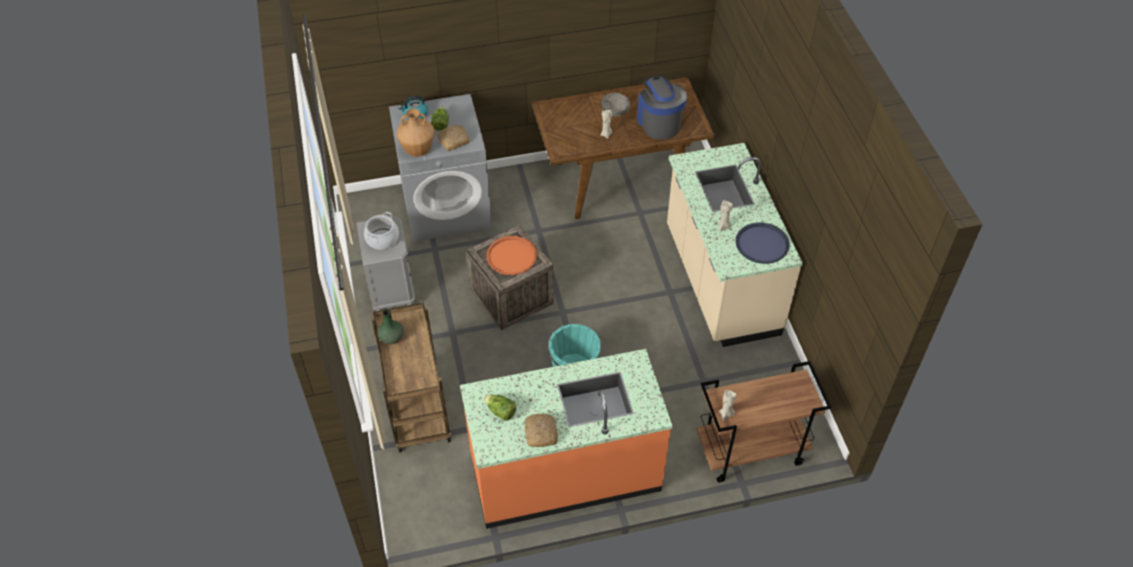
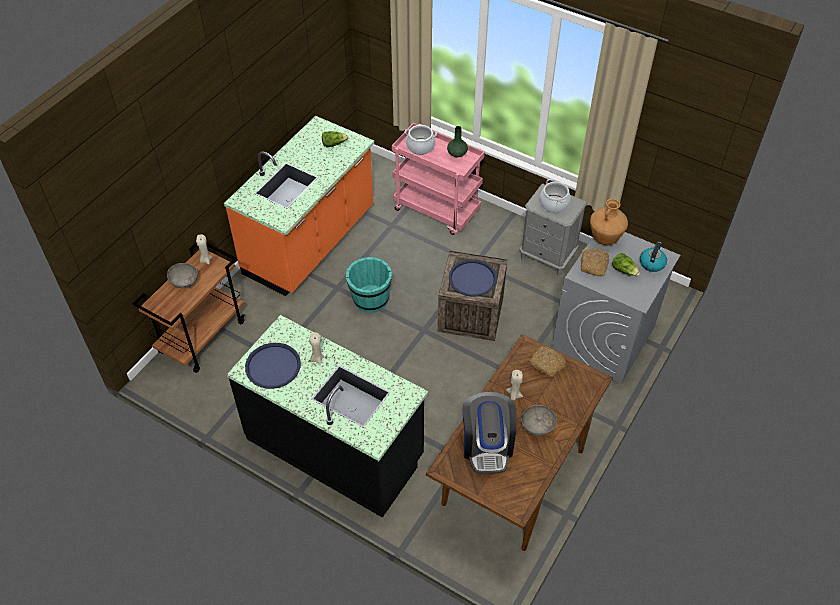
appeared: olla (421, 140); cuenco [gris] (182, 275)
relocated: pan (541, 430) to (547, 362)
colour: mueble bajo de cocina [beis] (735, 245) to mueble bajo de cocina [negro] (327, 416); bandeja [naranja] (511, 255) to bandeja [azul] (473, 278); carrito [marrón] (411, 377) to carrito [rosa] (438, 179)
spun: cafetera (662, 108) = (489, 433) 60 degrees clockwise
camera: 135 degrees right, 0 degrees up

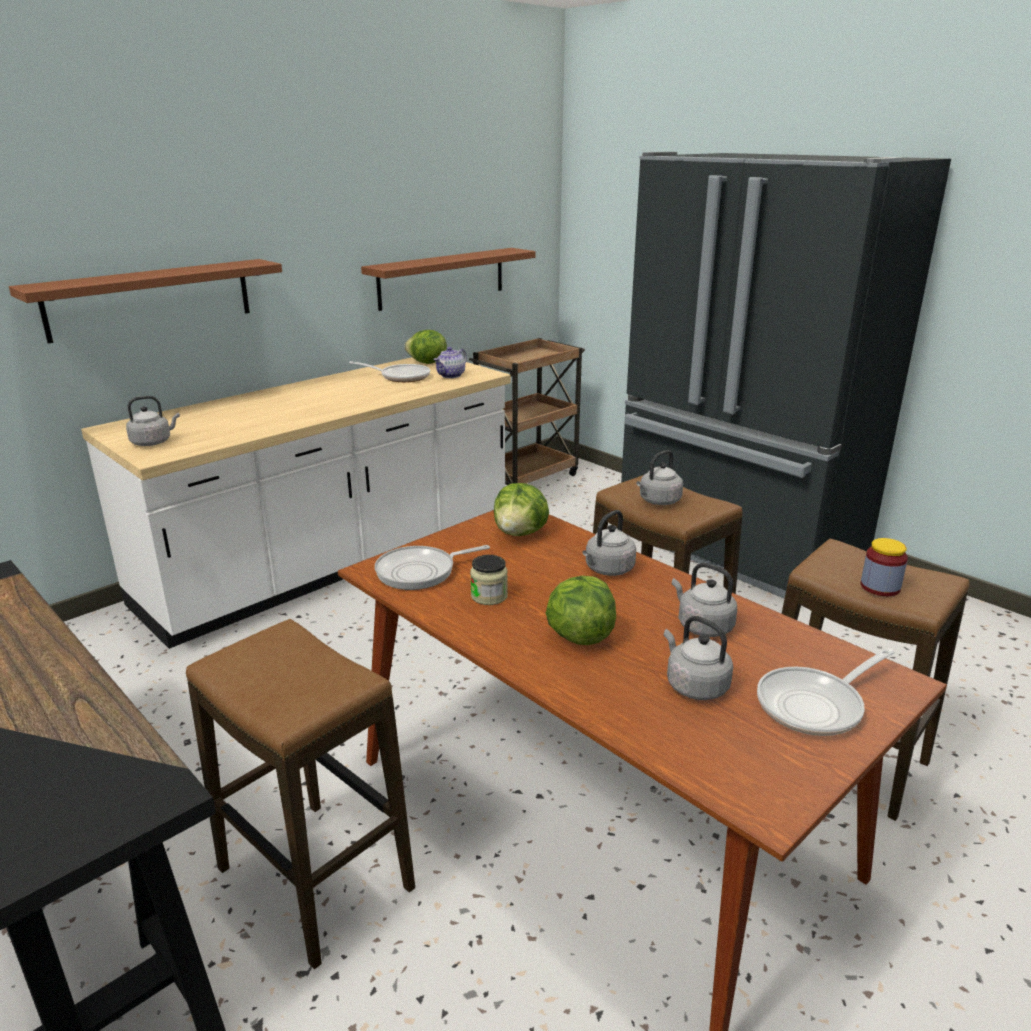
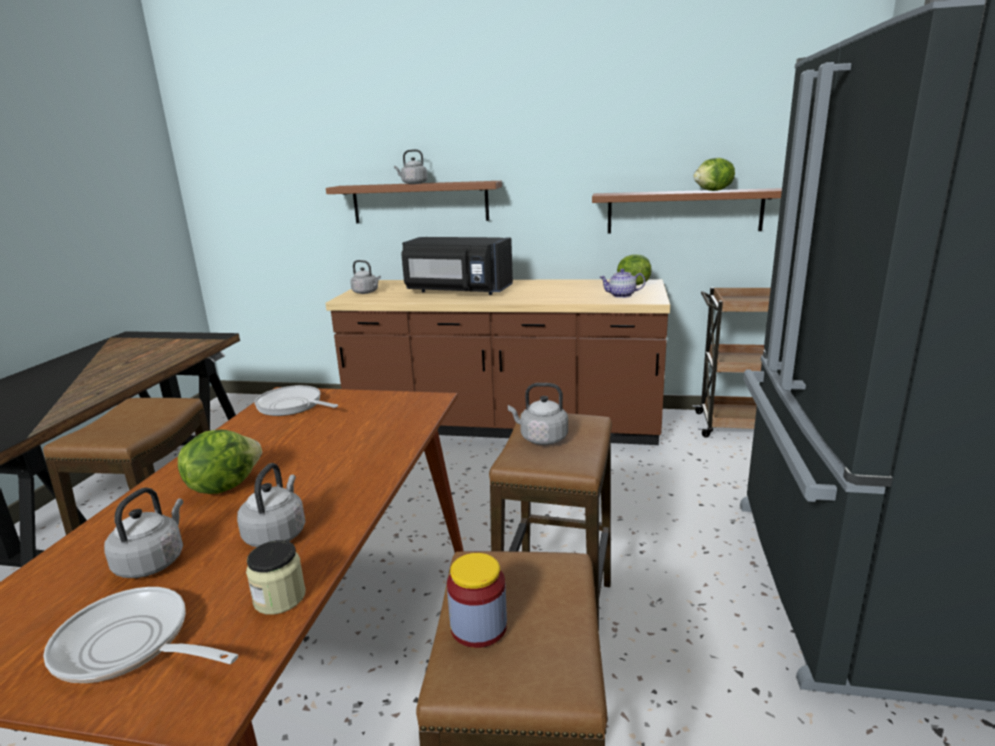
missing: sartén (389, 371)
appeared: microondas [negro] (457, 266)
relocated: lechuga (521, 509) to (714, 174); hervidor [gris] (609, 543) to (411, 166); tarro (489, 580) to (276, 577)
colour: mueble bajo de cocina [blanco] (296, 503) to mueble bajo de cocina [marrón] (497, 362)
camera: 55 degrees right, 5 degrees down

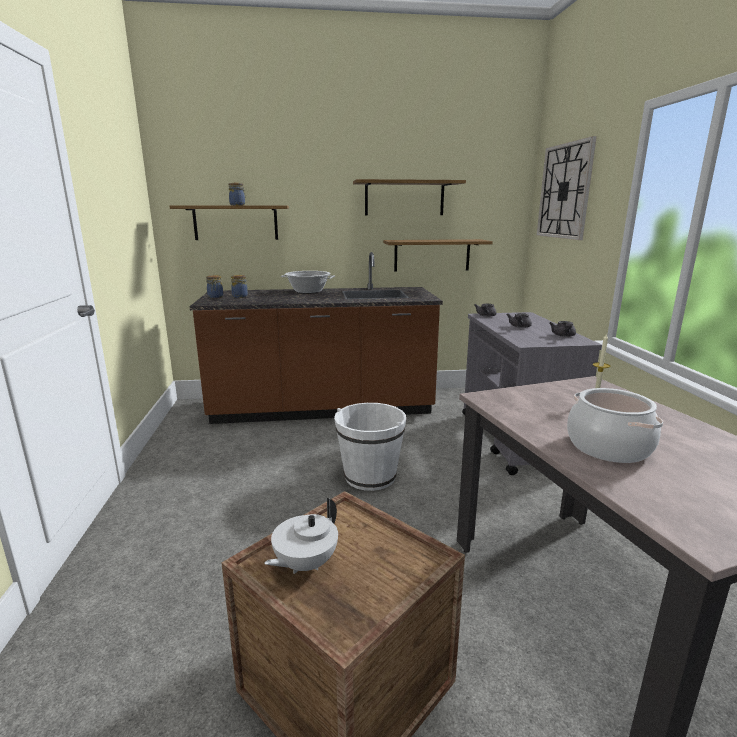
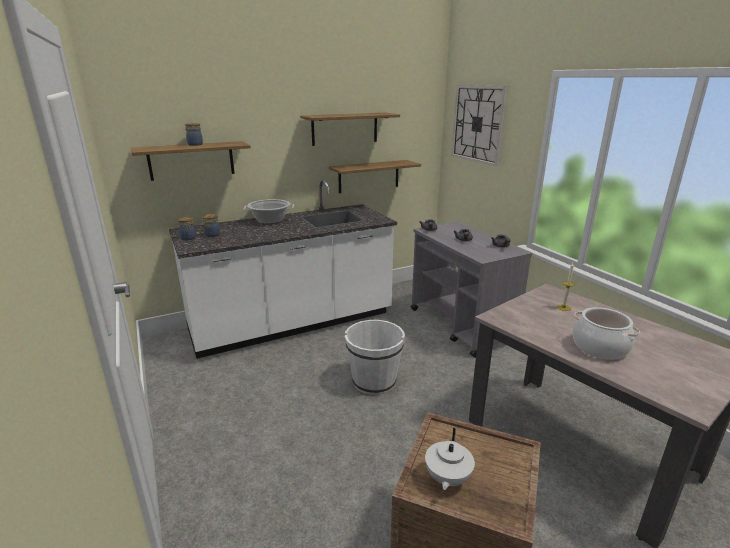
colour: mueble bajo de cocina [marrón] (316, 338) to mueble bajo de cocina [blanco] (283, 269)
camera: 20 degrees left, 5 degrees up

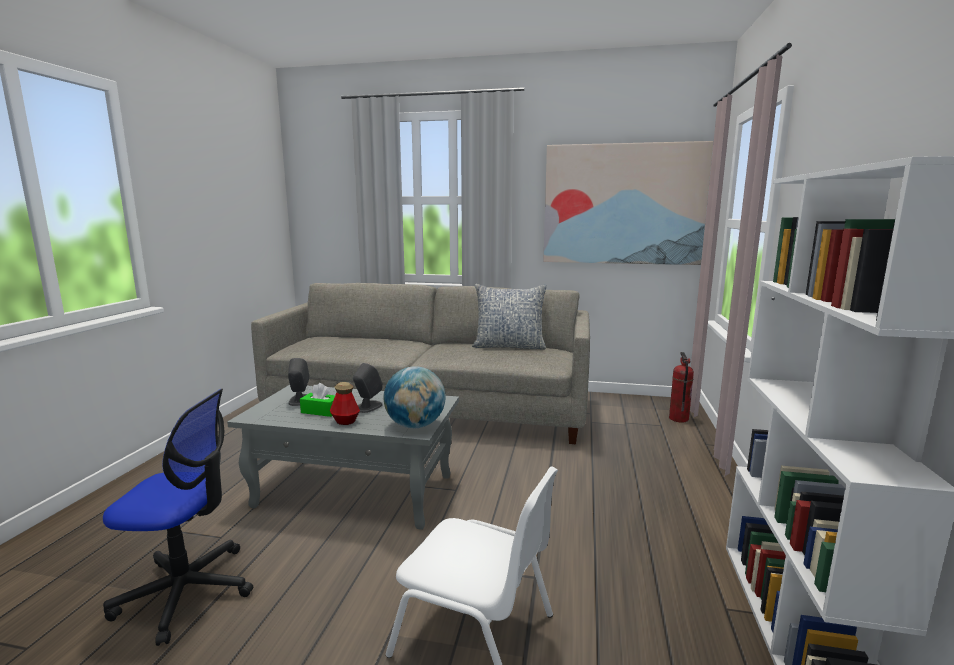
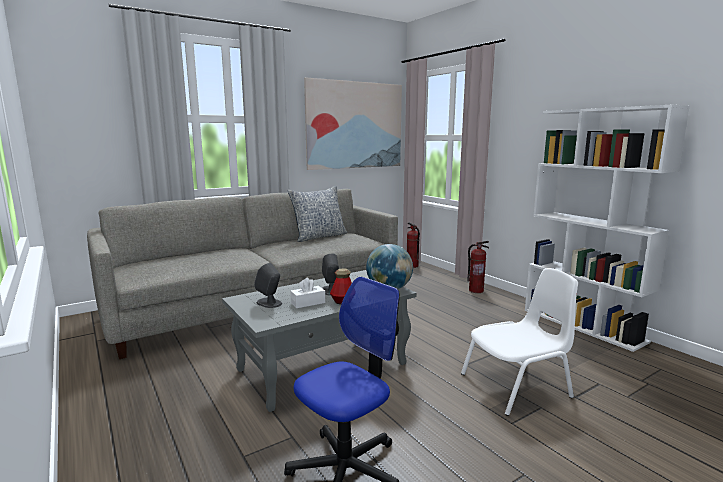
appeared: extintor (478, 267)
colour: caja de pañuelos [verde] (317, 400) to caja de pañuelos [blanco] (307, 293)
camera: 45 degrees left, 0 degrees up

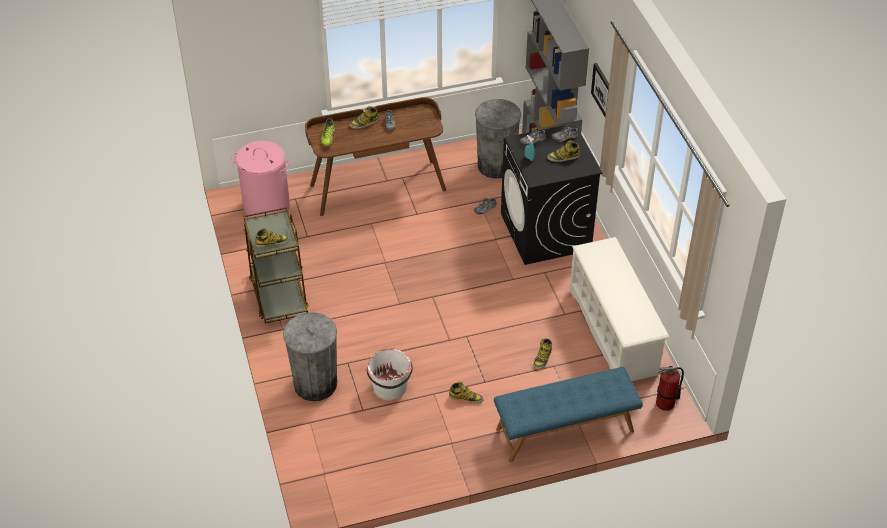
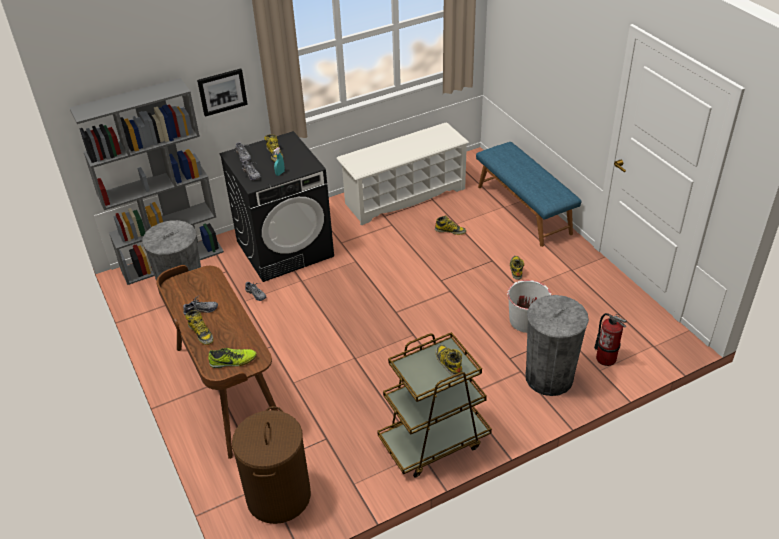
relocated: extintor (670, 388) to (610, 339)
colour: cesto de la ropa [rosa] (260, 179) to cesto de la ropa [marrón] (271, 465)
camera: 100 degrees left, 5 degrees down

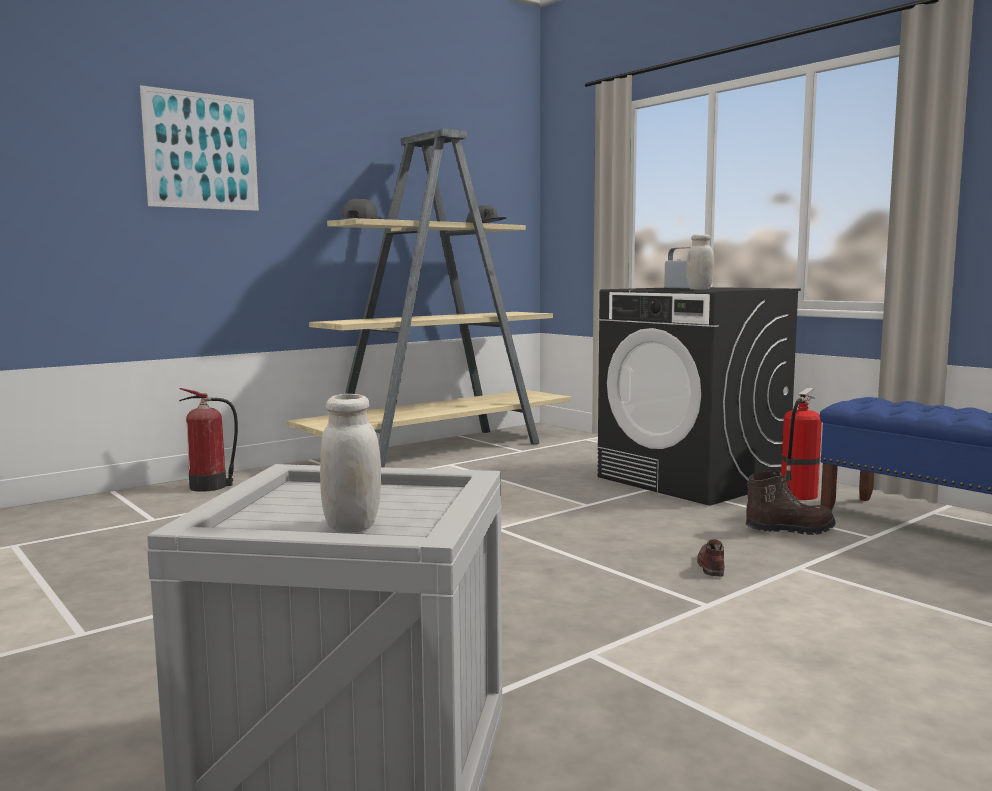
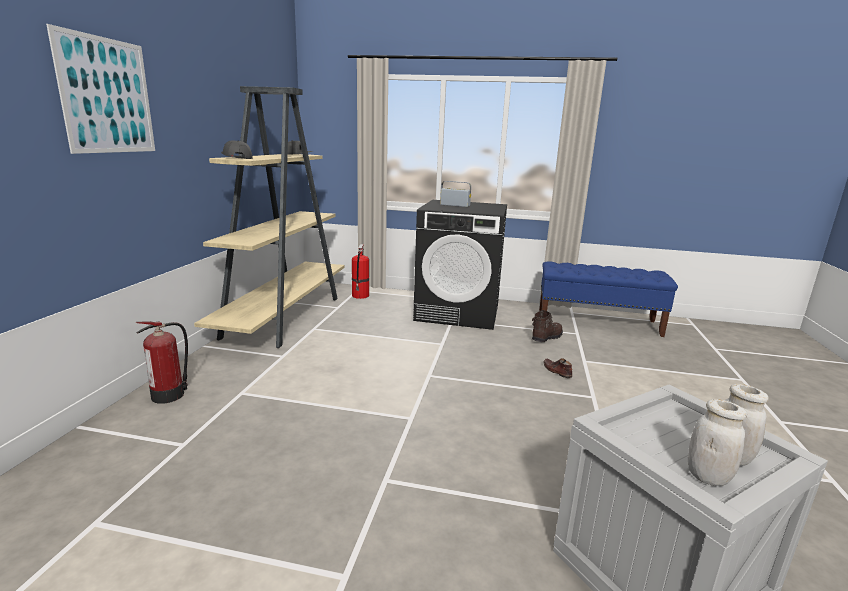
relocated: tarro [blanco] (700, 262) to (717, 442); extintor (801, 444) to (360, 271)
camera: 40 degrees left, 10 degrees up

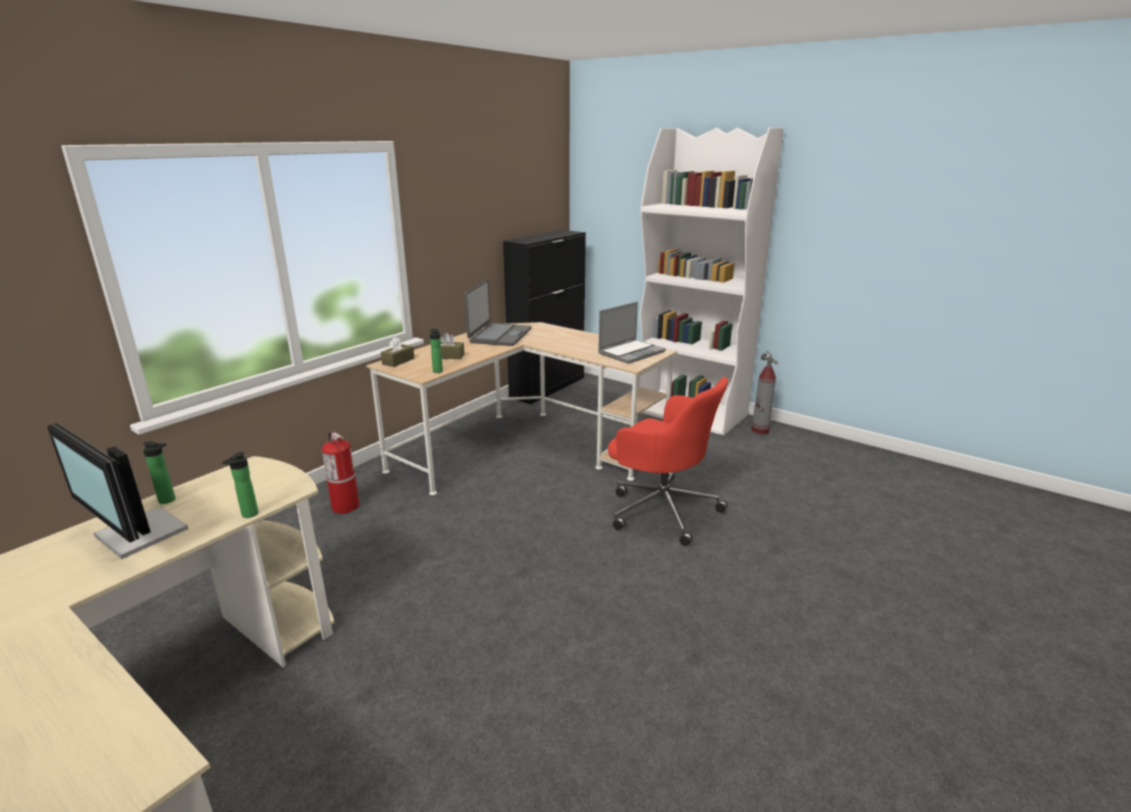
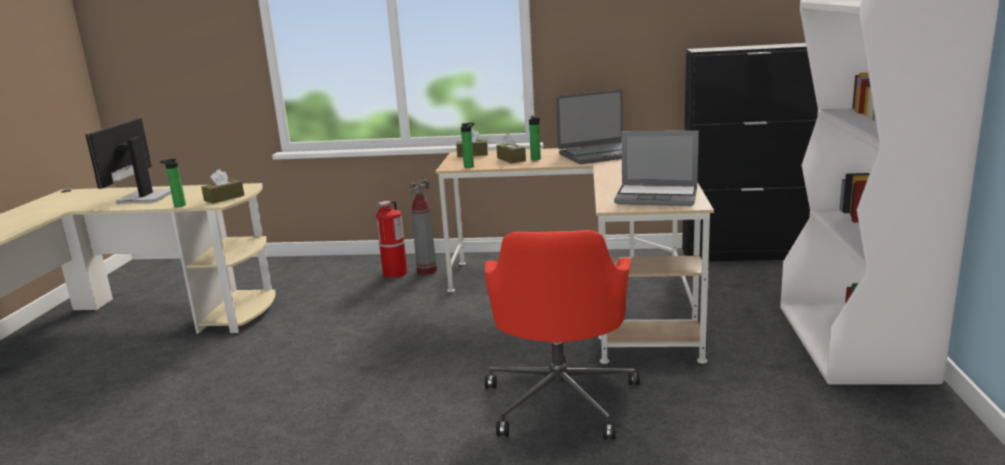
appeared: caja de pañuelos [marrón] (222, 186)
relocated: extintor (764, 392) to (423, 226); botella (159, 472) to (535, 138)
camera: 60 degrees right, 5 degrees down

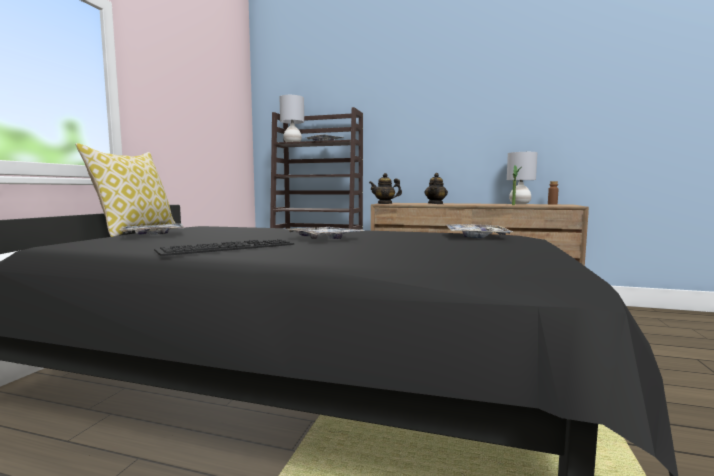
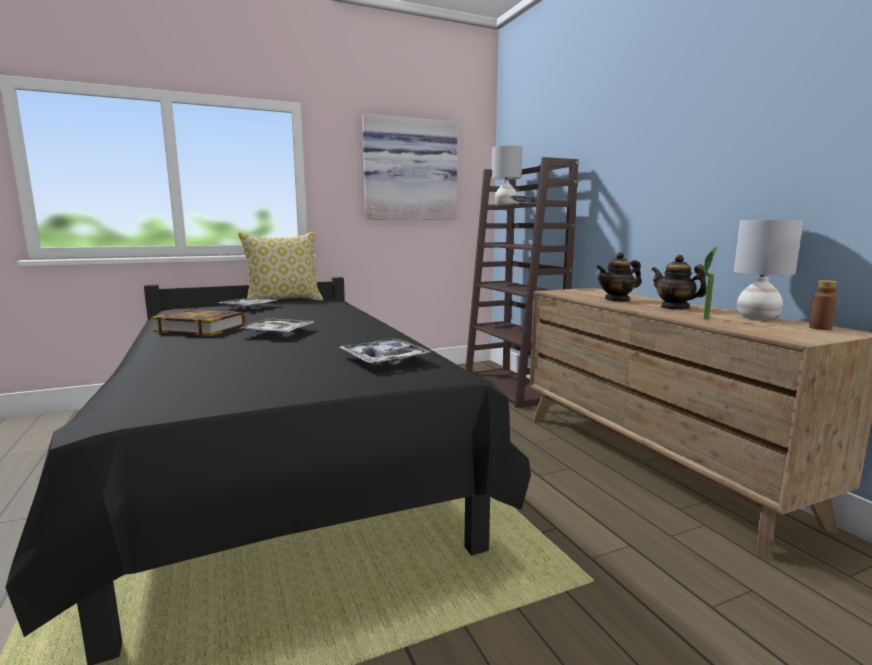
appeared: cuadro (409, 167)
relocated: tetera (385, 188) to (679, 282)
exchanged: teclado (224, 247) to libro (198, 322)
camera: 50 degrees right, 5 degrees up

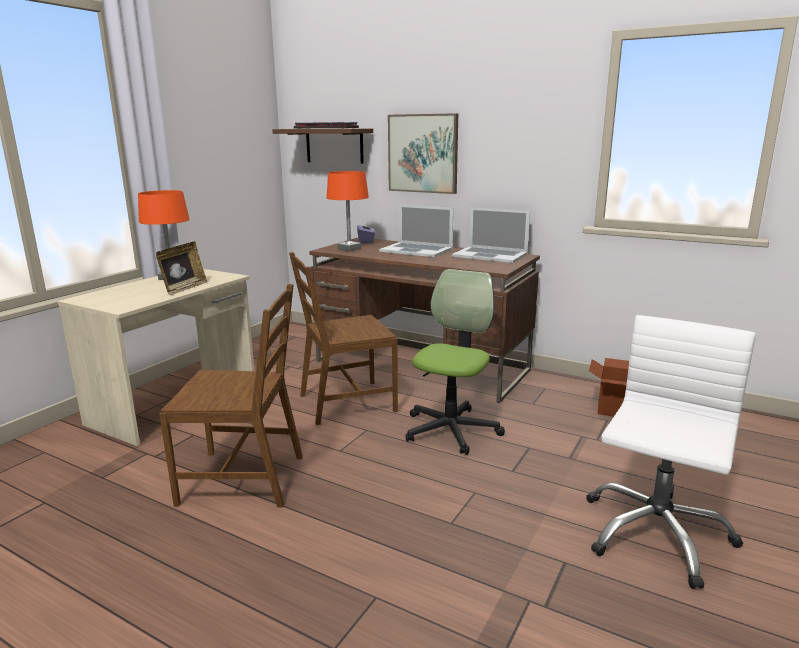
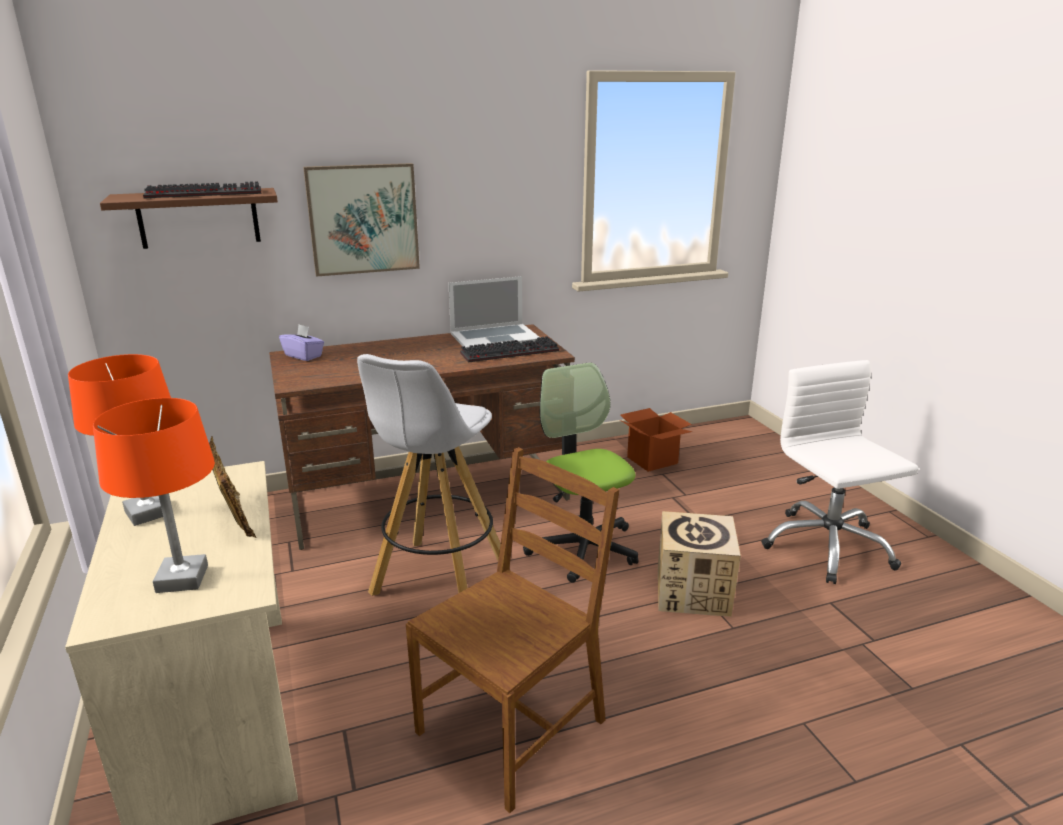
missing: portátil (416, 231)
appeared: teclado (509, 349); caja de cartón (699, 564)
relocated: lámpara de mesa [naranja] (348, 211) to (154, 495)
exchanged: silla [marrón] (343, 338) to taburete [blanco] (429, 475)
camera: 50 degrees left, 5 degrees up

